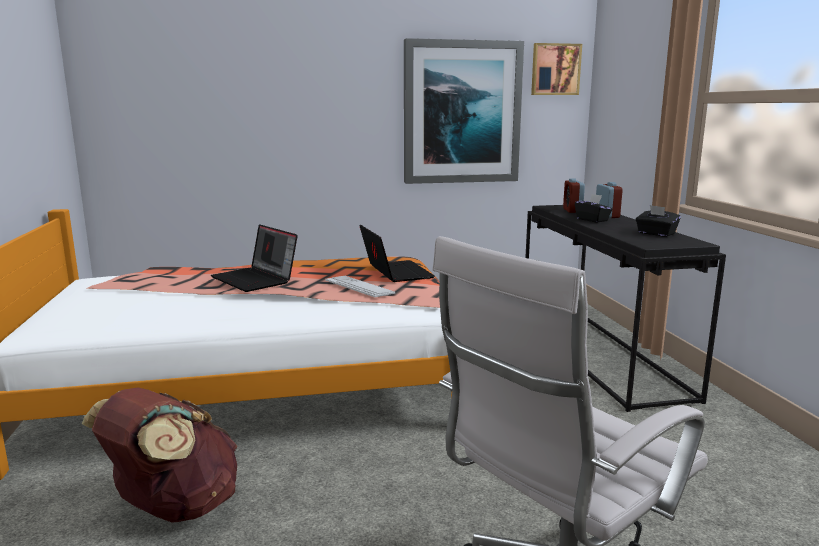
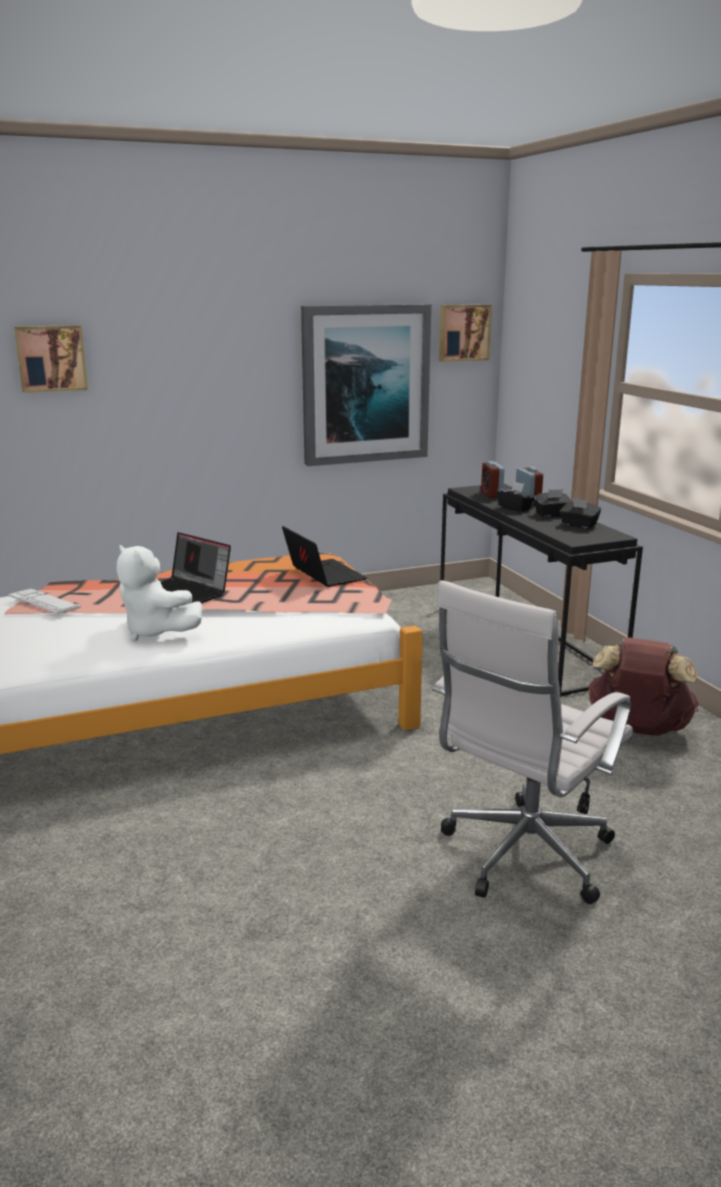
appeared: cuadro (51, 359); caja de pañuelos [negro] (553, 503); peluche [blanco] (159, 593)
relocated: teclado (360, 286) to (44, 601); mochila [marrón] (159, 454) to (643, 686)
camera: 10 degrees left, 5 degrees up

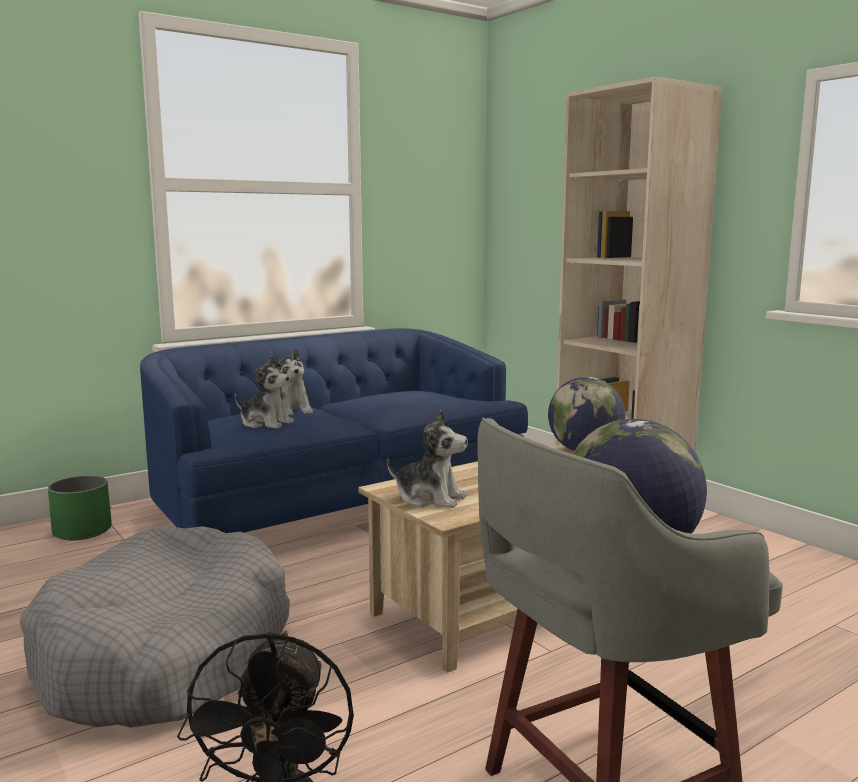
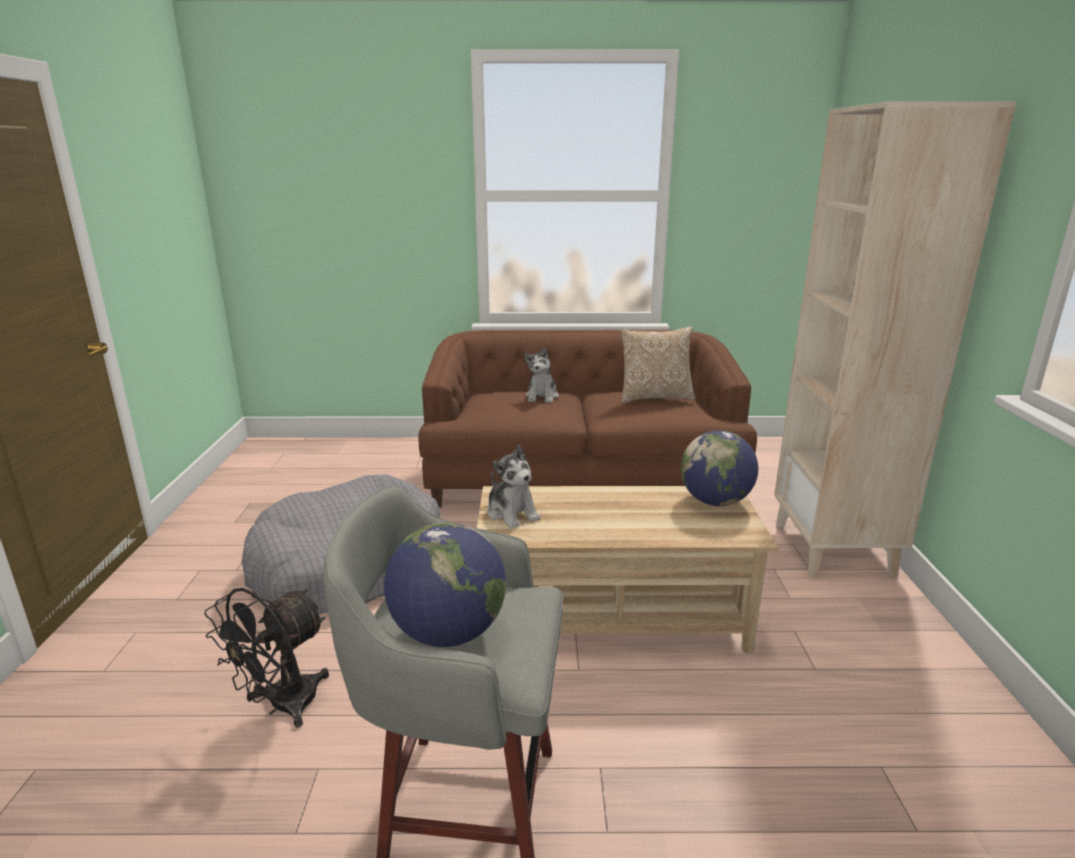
missing: peluche (264, 392); maceta [verde] (80, 508)
appeared: cojín (658, 364)
colour: sofá [azul] (334, 430) to sofá [marrón] (587, 419)
camera: 35 degrees right, 10 degrees up

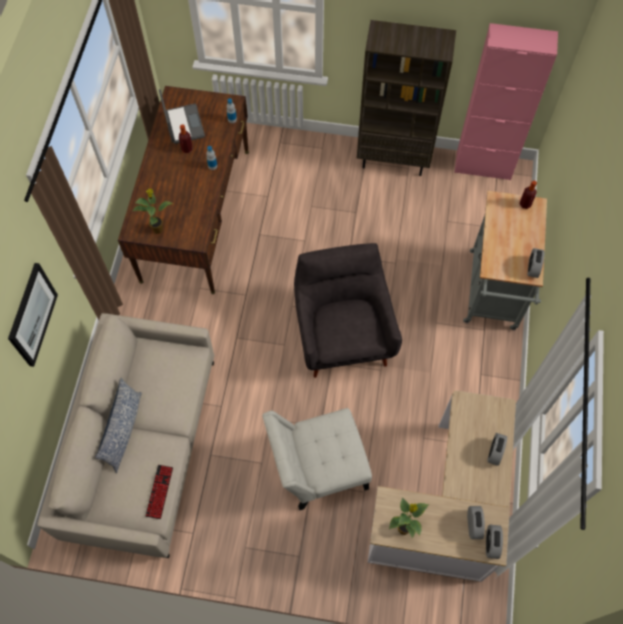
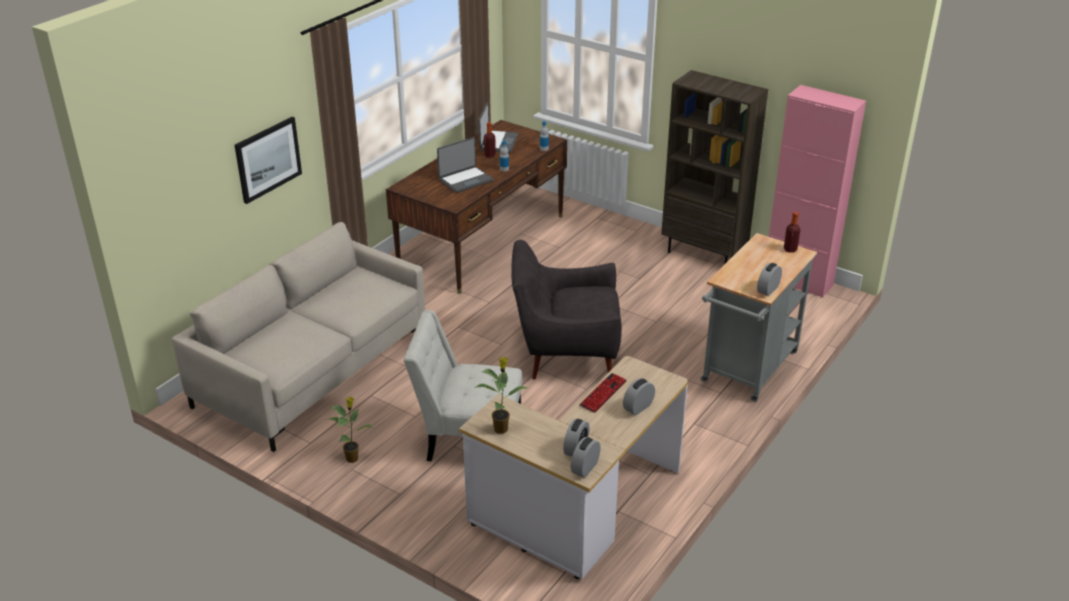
missing: cojín (118, 425)
appeared: portátil (465, 165)
relocated: planta en maceta (152, 211) to (350, 430); teclado (159, 492) to (603, 393)
spun: sillón [gris] (348, 310) = (566, 310) 105 degrees counterclockwise
camera: 25 degrees right, 30 degrees down

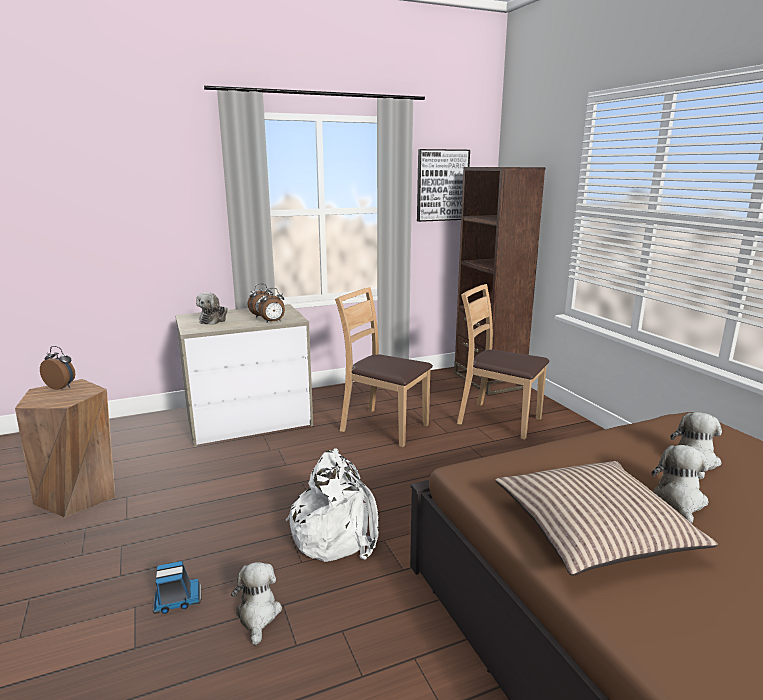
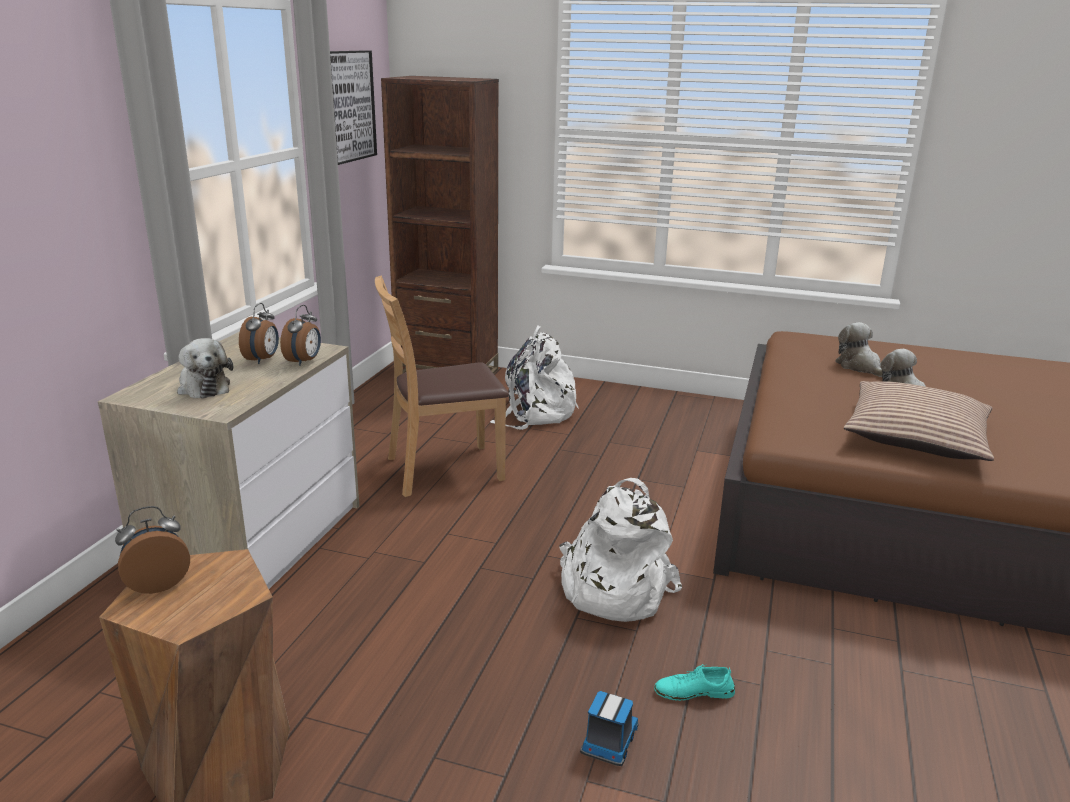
exchanged: silla [marrón] (503, 362) to mochila [blanco] (534, 377); peluche (256, 603) to zapato [turquesa] (694, 682)
camera: 50 degrees left, 5 degrees up

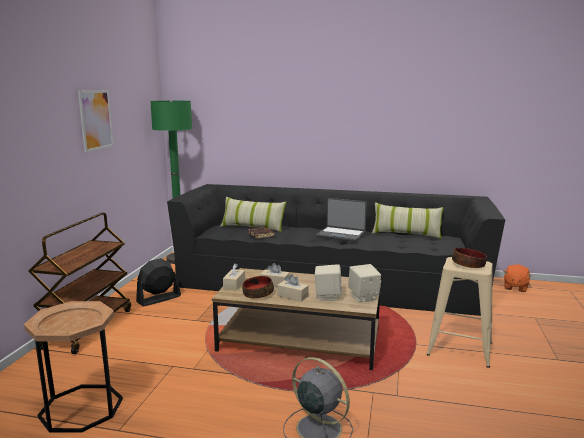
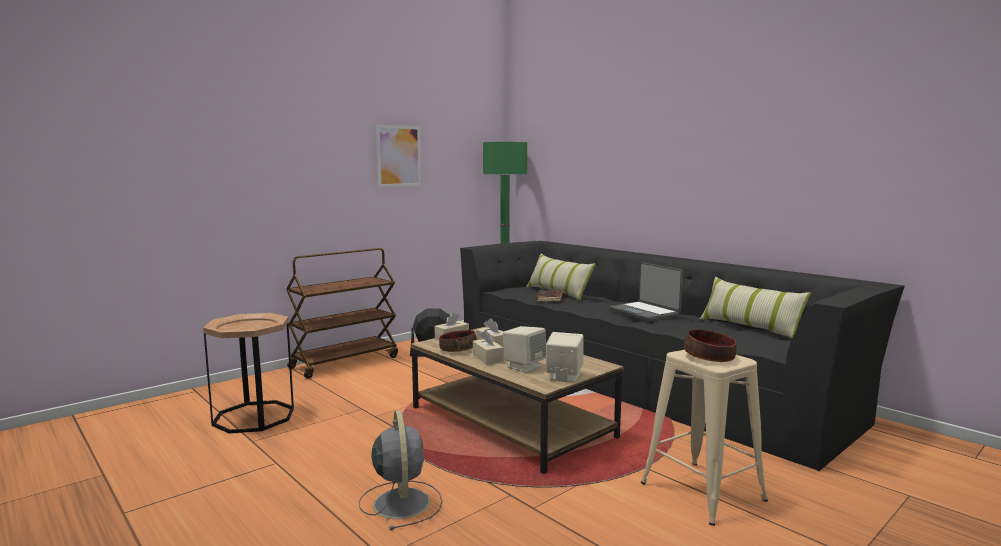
missing: peluche [naranja] (517, 278)
camera: 35 degrees right, 5 degrees down

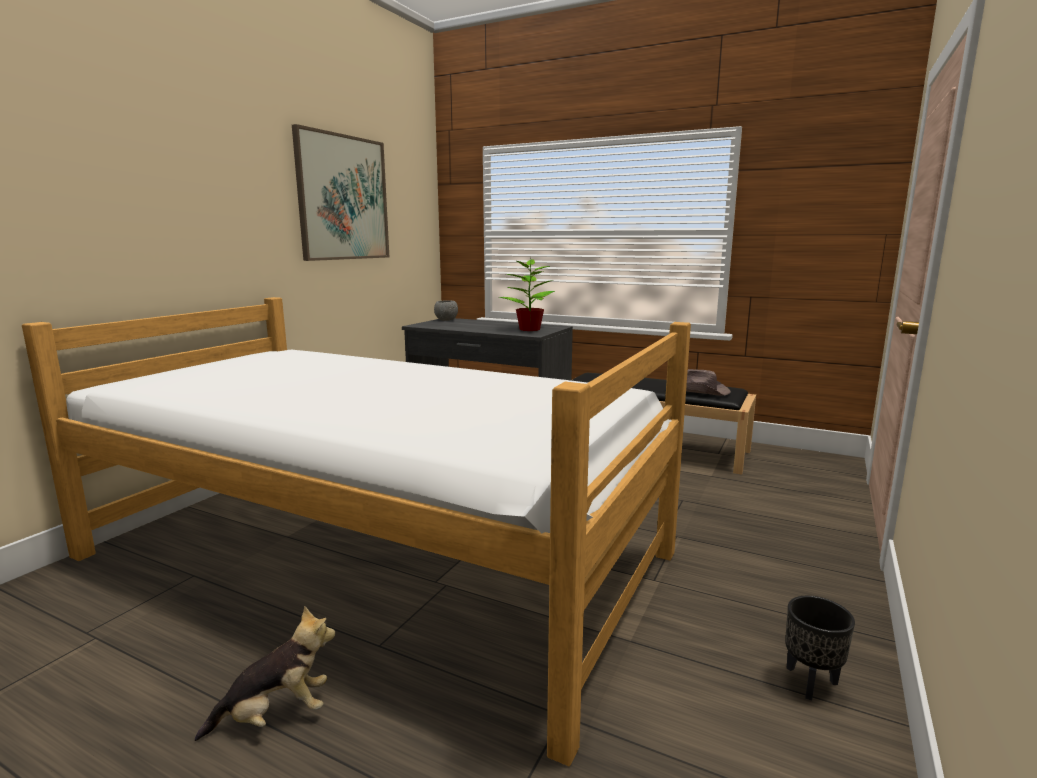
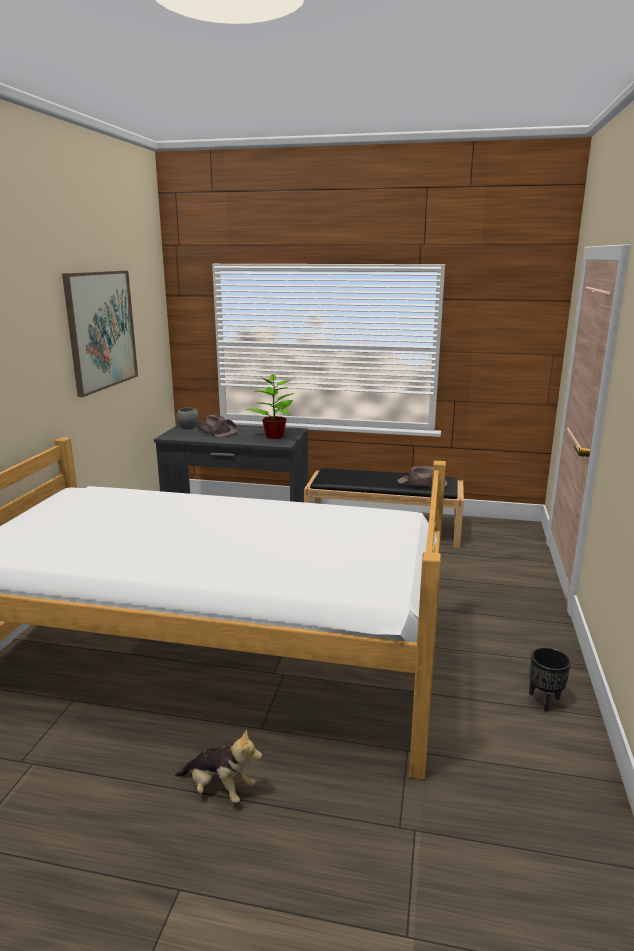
appeared: sombrero [marrón] (217, 425)
spun: peluche (265, 673) = (218, 765) 60 degrees clockwise
camera: 15 degrees left, 5 degrees up

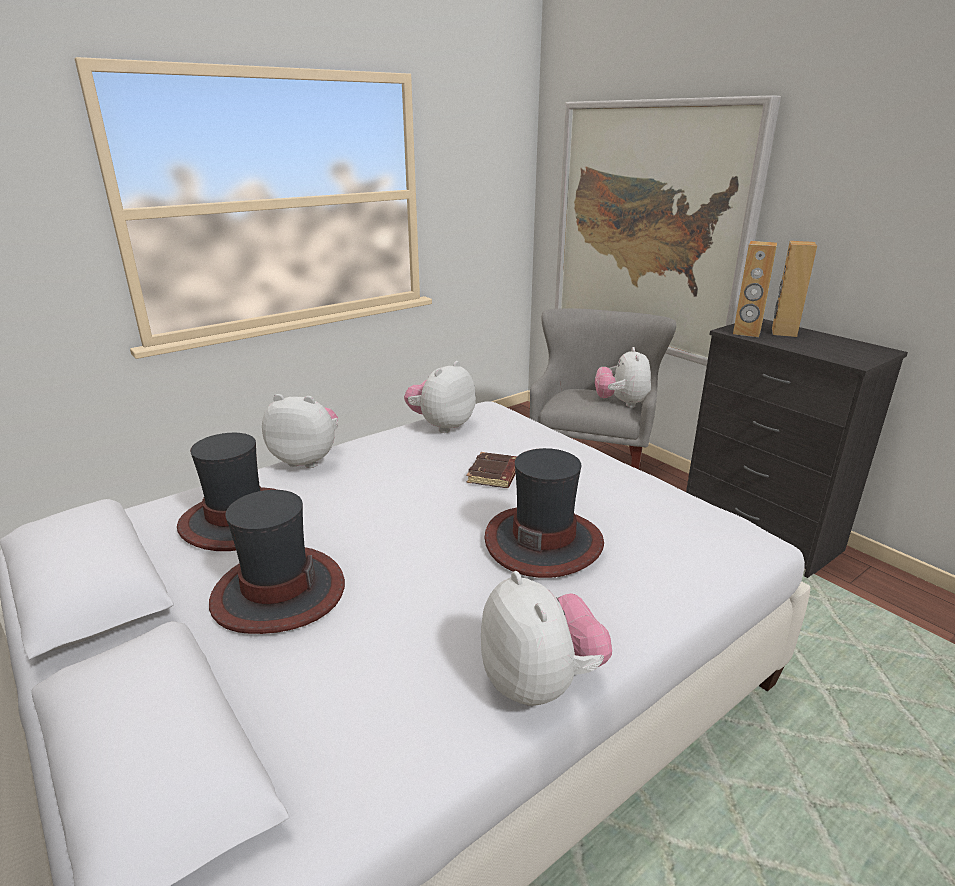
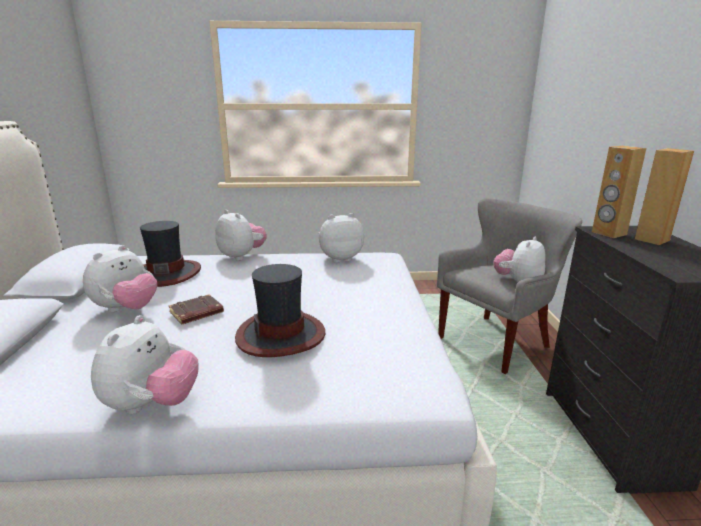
missing: cuadro (668, 230)
relocated: libro [marrón] (492, 470) to (196, 309)
exchanged: sombrero (277, 562) to peluche (120, 278)
camera: 35 degrees right, 5 degrees down

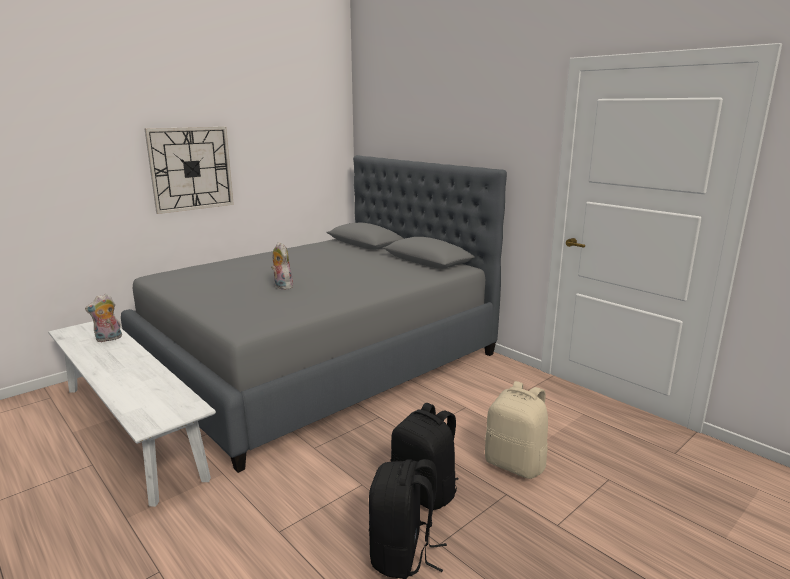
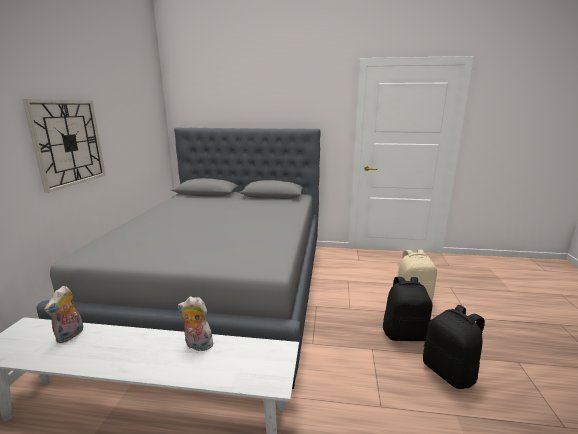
relocated: peluche (282, 266) to (195, 323)
camera: 40 degrees left, 0 degrees up

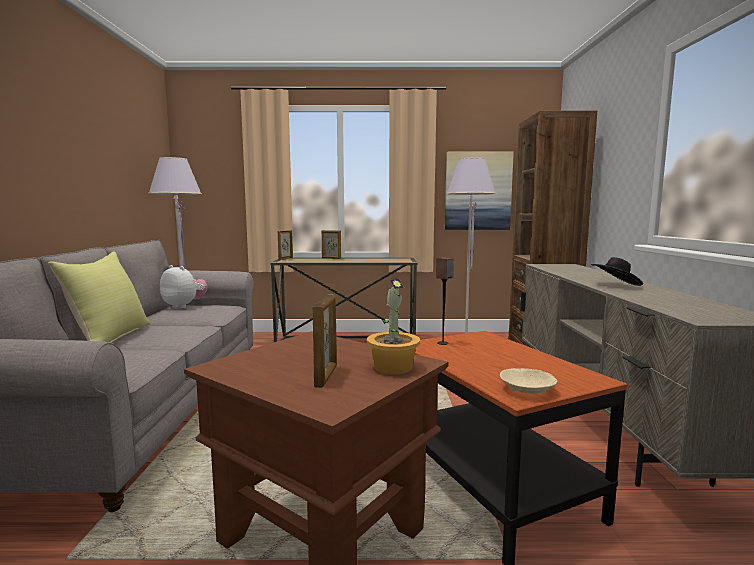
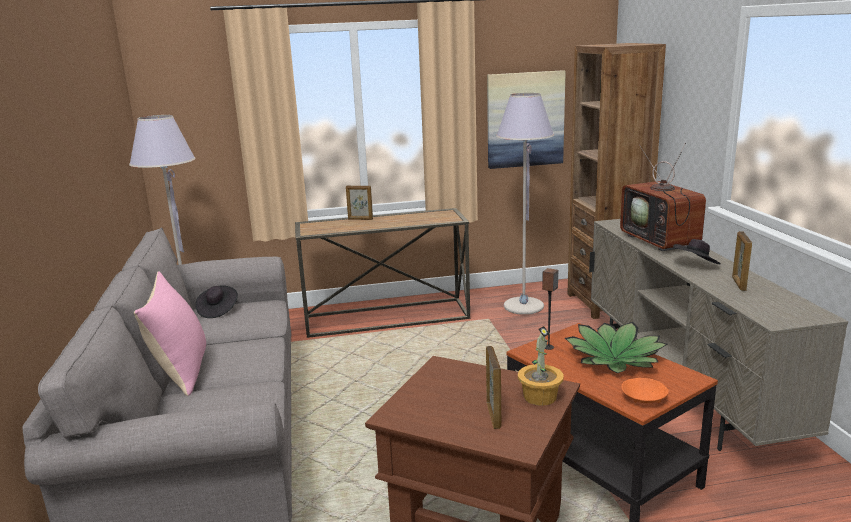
appeared: televisor (663, 197); planta en maceta (616, 347)
relocated: portarretratos (285, 245) to (742, 261)
exchanged: peluche (183, 287) to sombrero [negro] (217, 301)
colour: cojín [amarillo] (99, 296) to cojín [rosa] (170, 333); cuenco [beis] (529, 381) to cuenco [naranja] (645, 390)
camera: 10 degrees left, 10 degrees up

